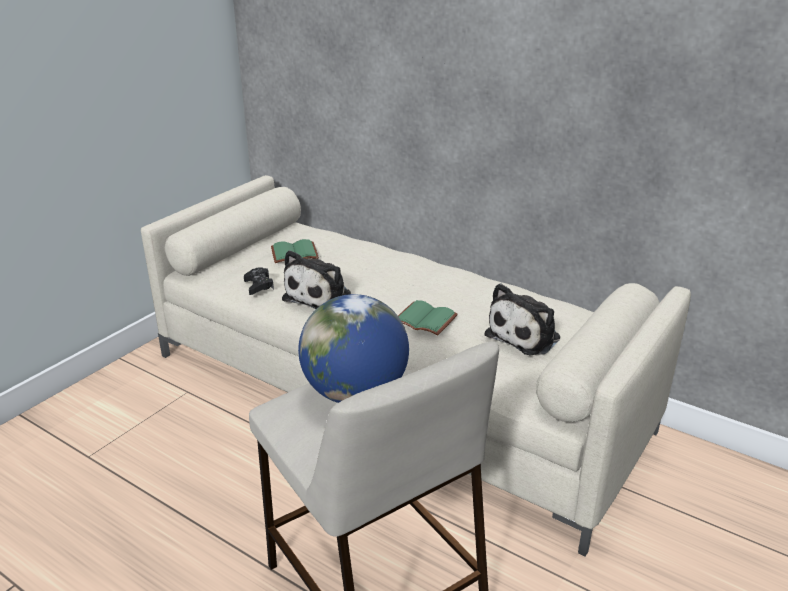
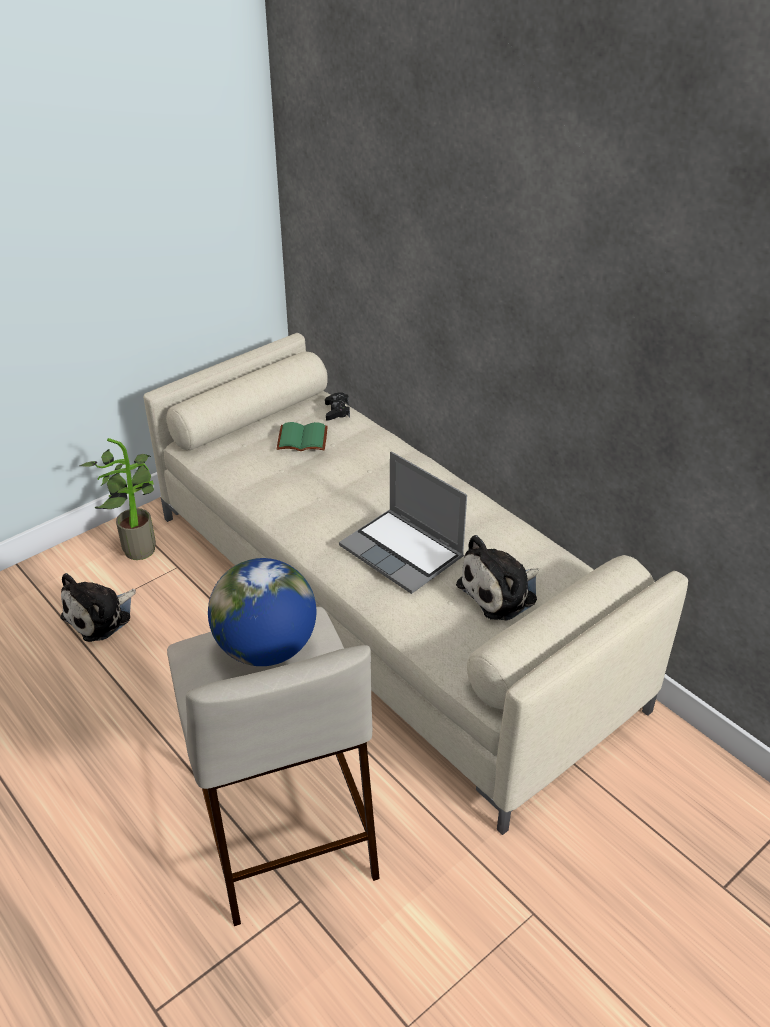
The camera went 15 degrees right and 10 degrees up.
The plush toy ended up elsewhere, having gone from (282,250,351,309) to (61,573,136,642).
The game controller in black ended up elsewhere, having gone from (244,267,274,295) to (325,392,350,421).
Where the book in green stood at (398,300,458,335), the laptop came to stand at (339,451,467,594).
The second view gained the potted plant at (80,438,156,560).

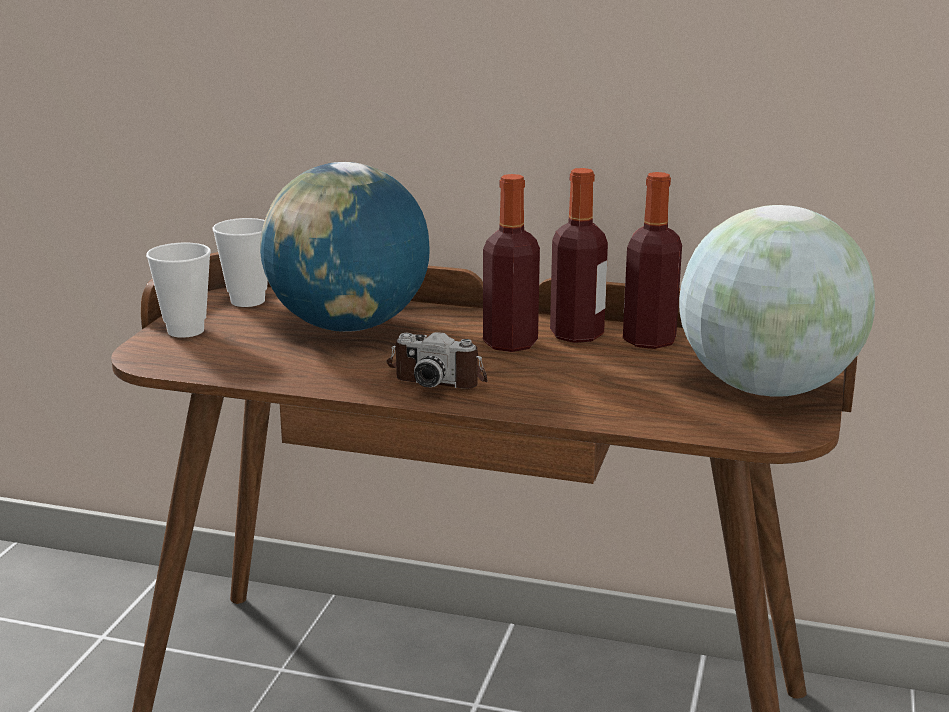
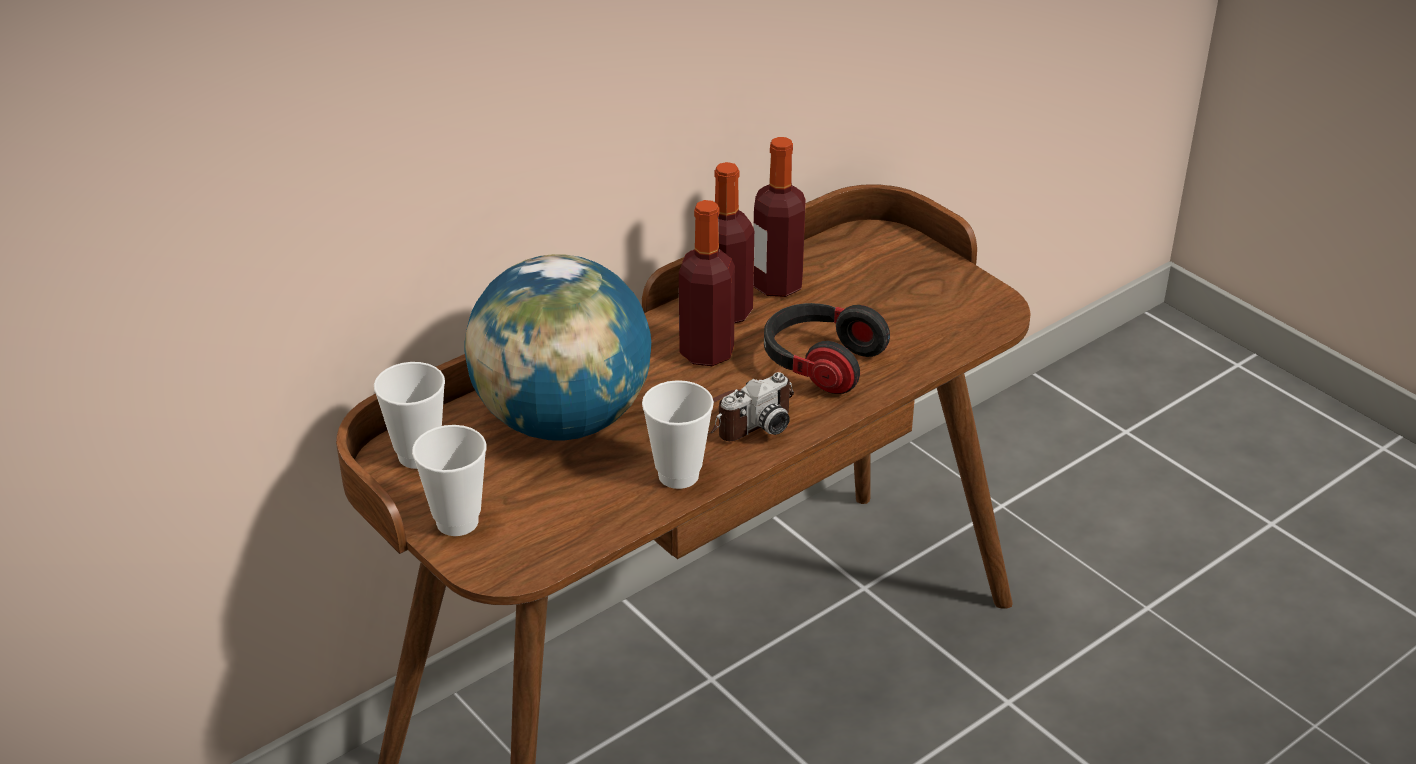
The camera went 55 degrees left and 15 degrees up.
The second view lost the globe at (679,205,875,397).
The second view gained the headphones at (764,303,890,394).
The second view gained the cup at (642,380,714,489).

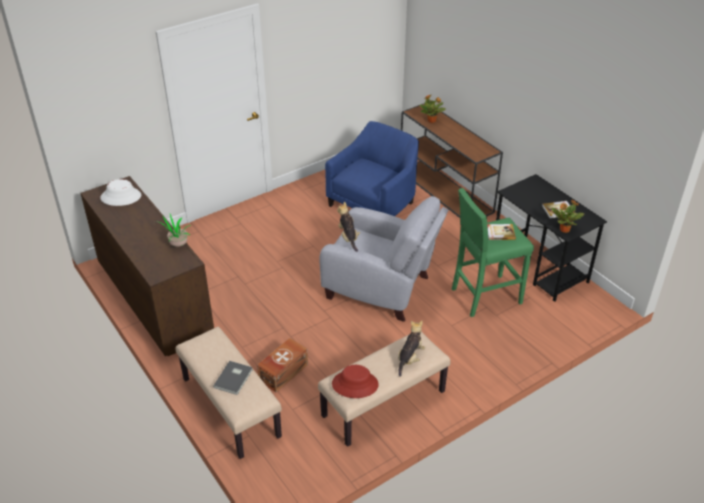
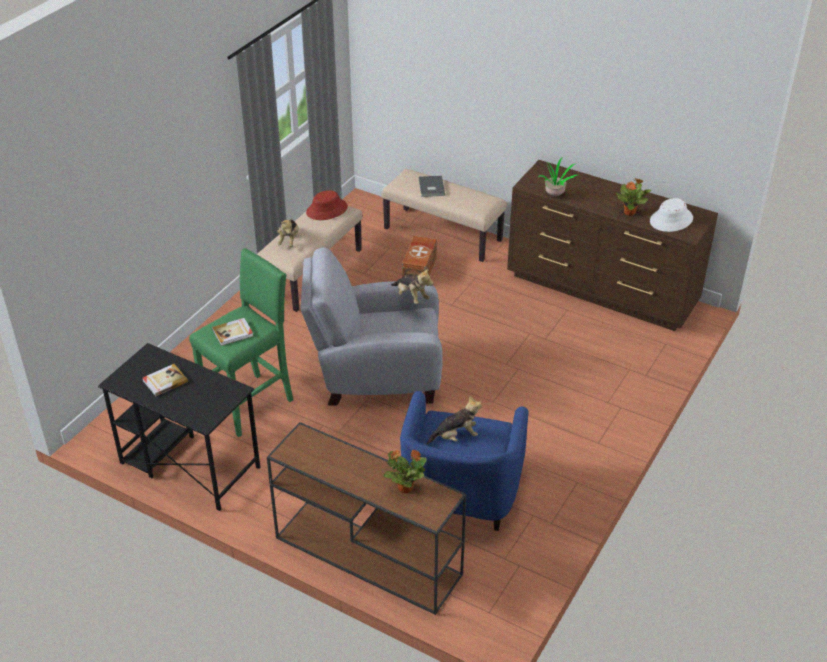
The camera went 155 degrees right and 0 degrees up.
The potted plant ended up elsewhere, having gone from (552,200,584,233) to (616,178,652,216).
The second view gained the plush toy at (426,396,482,445).

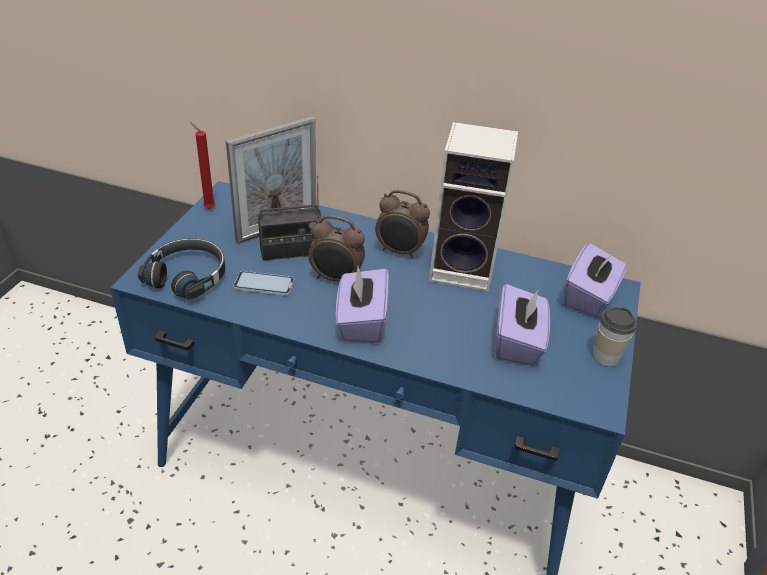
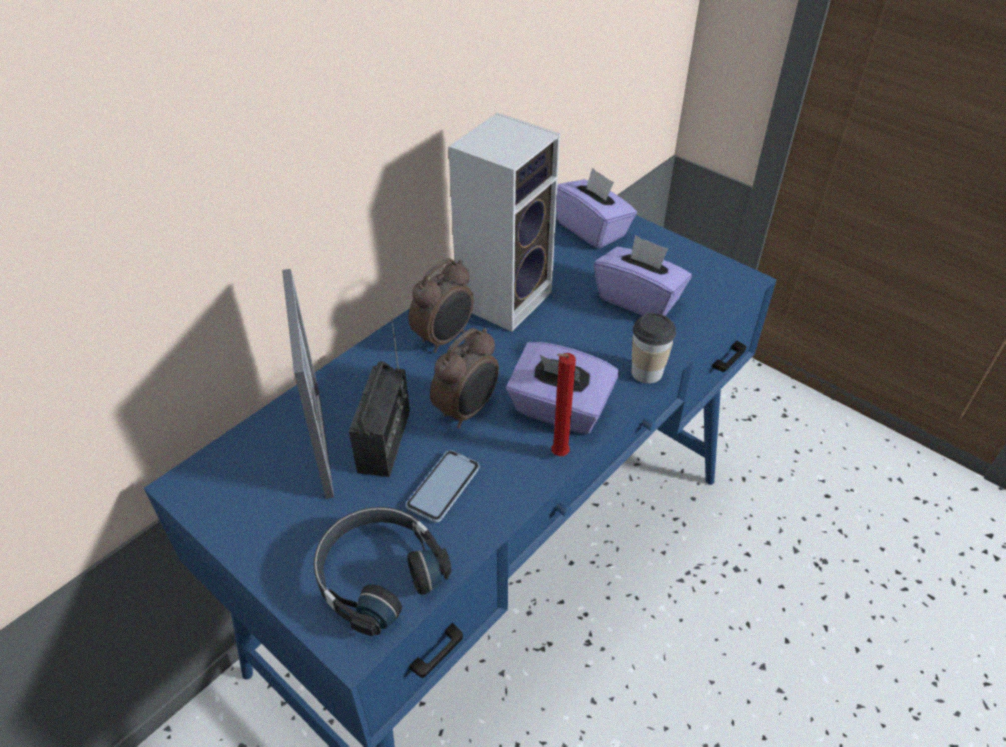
The camera went 65 degrees left and 5 degrees up.
The candle in red ended up elsewhere, having gone from (190,122,215,209) to (551,353,576,456).
The cup ended up elsewhere, having gone from (593,307,637,367) to (632,312,676,384).

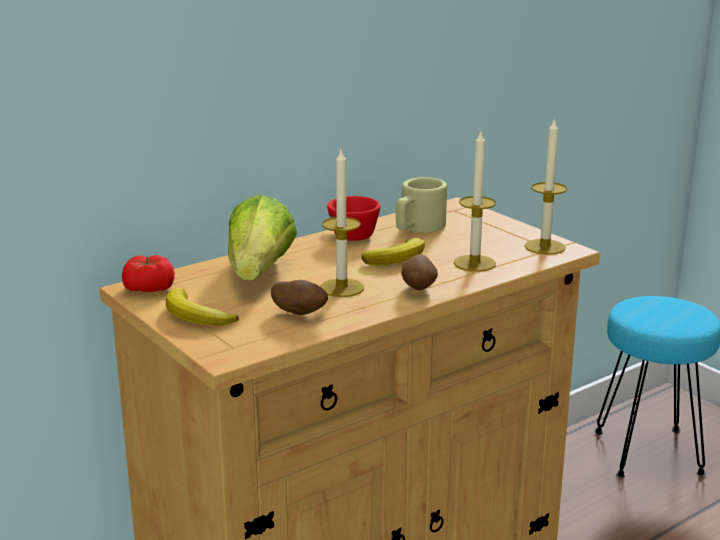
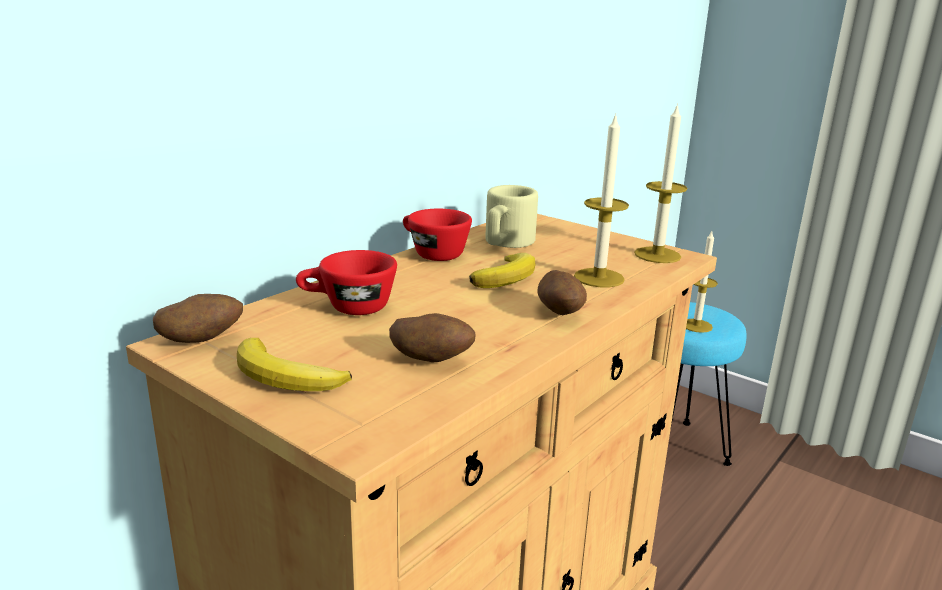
The camera went 15 degrees left and 0 degrees up.
The candle ended up elsewhere, having gone from (320,150,364,297) to (686,231,718,333).
Where the lettuce stood at (228,195,297,281), the cup in red came to stand at (296,250,397,315).
Where the tomato stood at (122,255,175,292), the potato came to stand at (153,294,243,343).

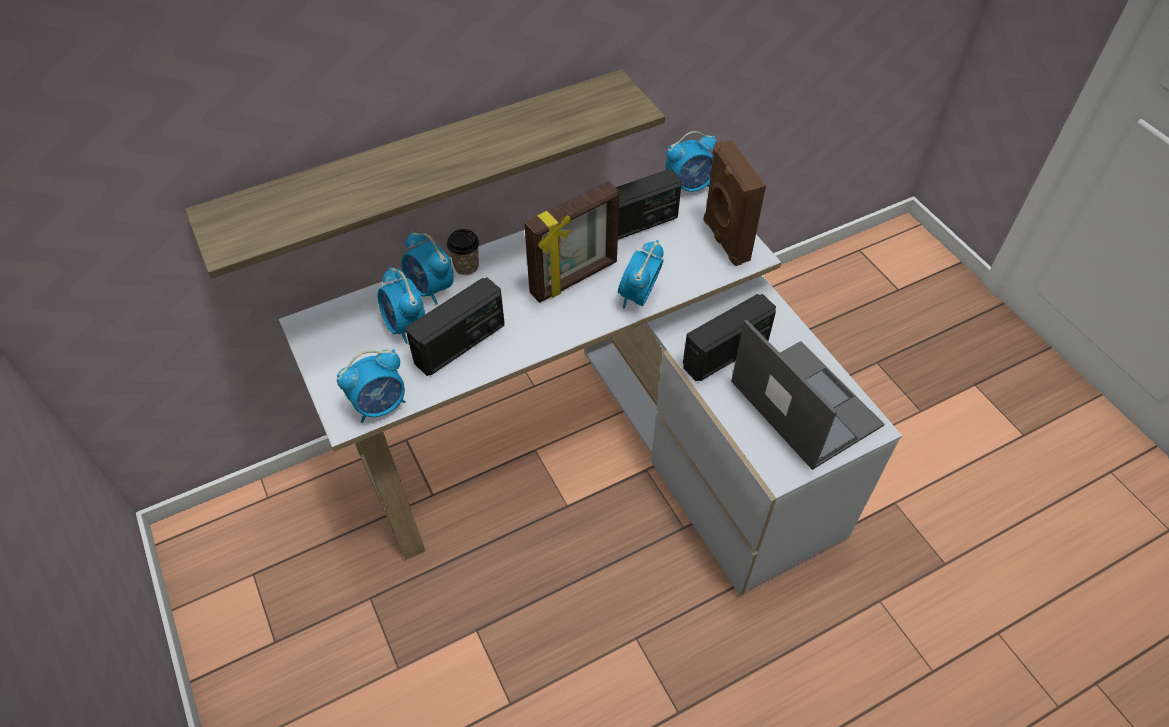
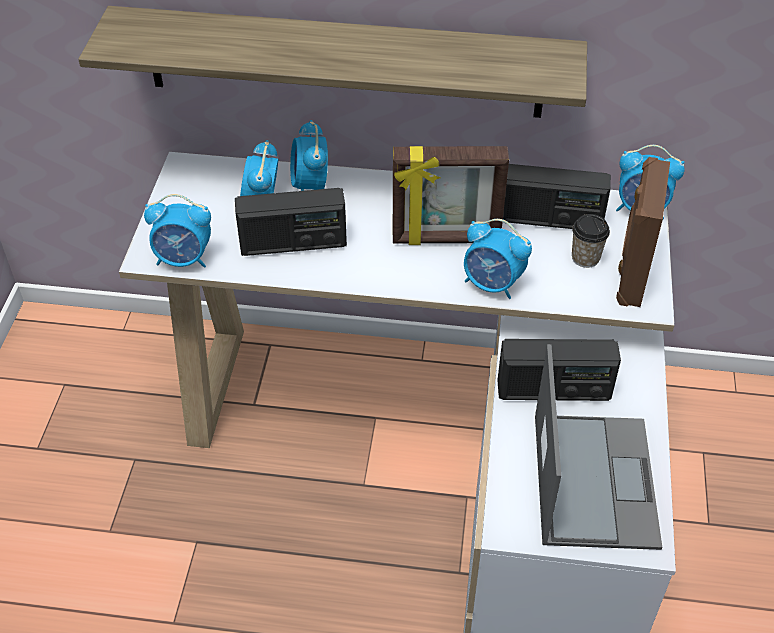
The camera went 35 degrees right and 5 degrees down.
The cup ended up elsewhere, having gone from (447,229,479,275) to (572,214,610,268).
The alarm clock at (618,240,664,309) ended up facing another way, 120 degrees counterclockwise from before.

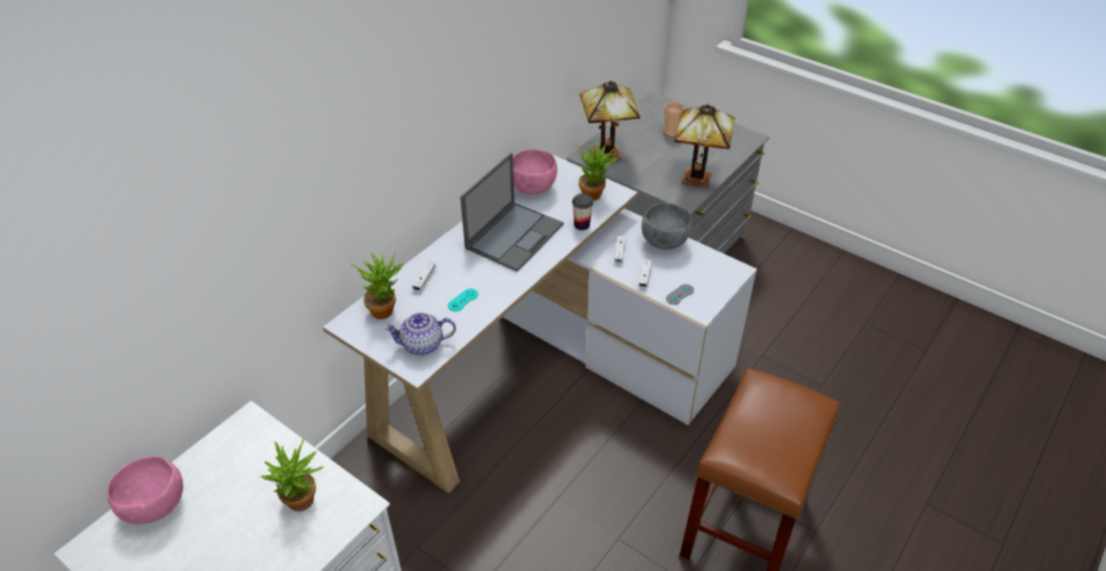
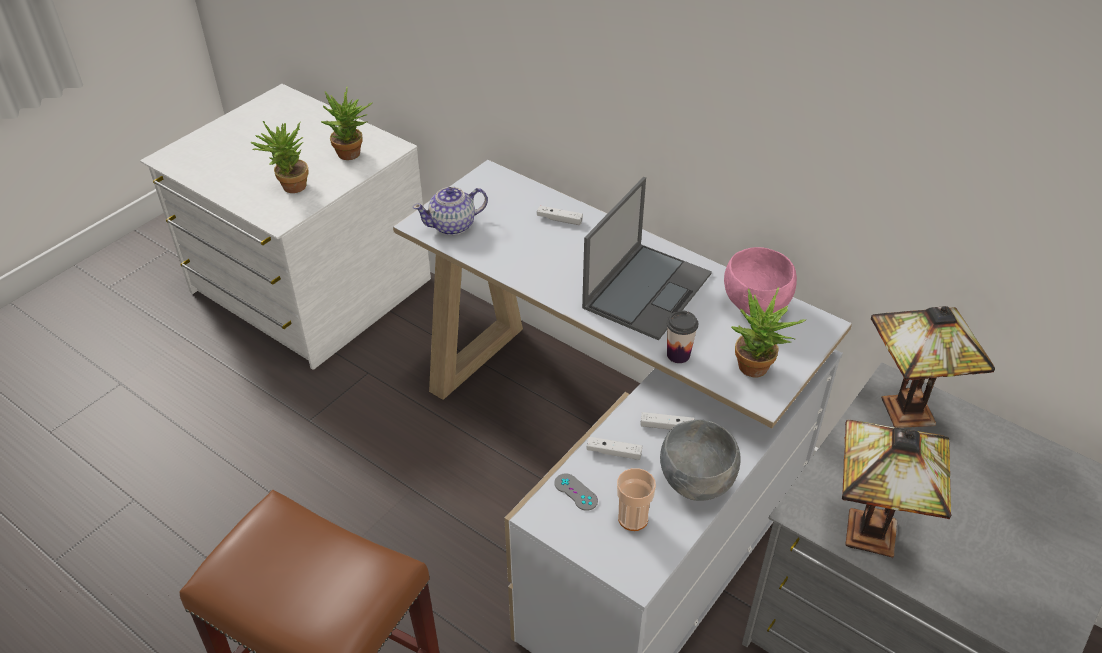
The camera went 90 degrees right and 0 degrees up.
The cup ended up elsewhere, having gone from (664,102,684,137) to (617,468,656,531).
The laptop at (460,153,564,272) ended up facing another way, 90 degrees counterclockwise from before.
The potted plant ended up elsewhere, having gone from (350,252,404,319) to (321,87,372,160).
The second view lost the game controller in turquoise at (448,289,478,311).
The teapot at (384,312,456,355) ended up facing another way, 105 degrees counterclockwise from before.
The second view lost the bowl in pink at (107,456,183,524).

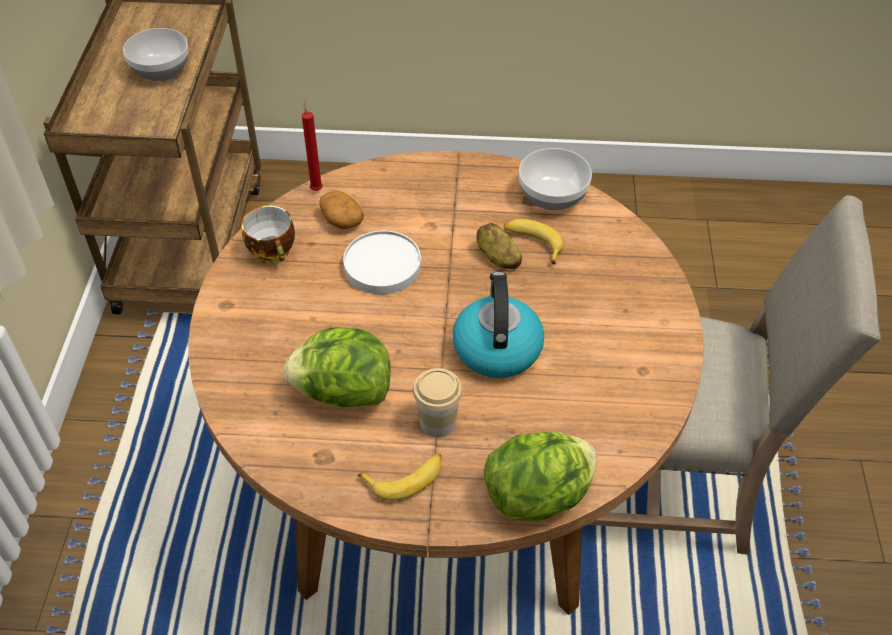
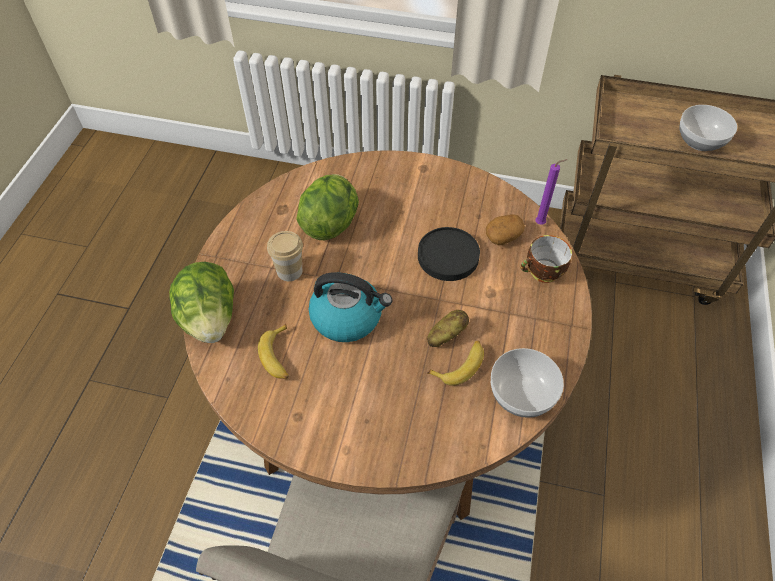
The camera went 100 degrees right and 5 degrees up.
What was the candle in red at (302,99,323,191) turned into the candle in purple at (535,159,568,225).
The cup ended up elsewhere, having gone from (241,206,295,264) to (520,235,572,283).
What was the plate in white at (343,230,421,294) turned into the plate in black at (418,227,480,281).
The banana ended up elsewhere, having gone from (358,453,442,501) to (258,324,289,379).

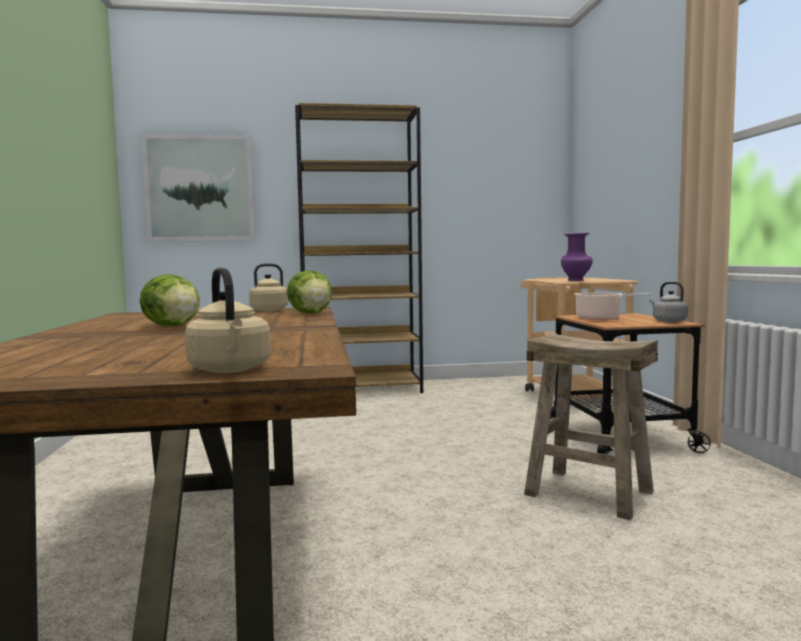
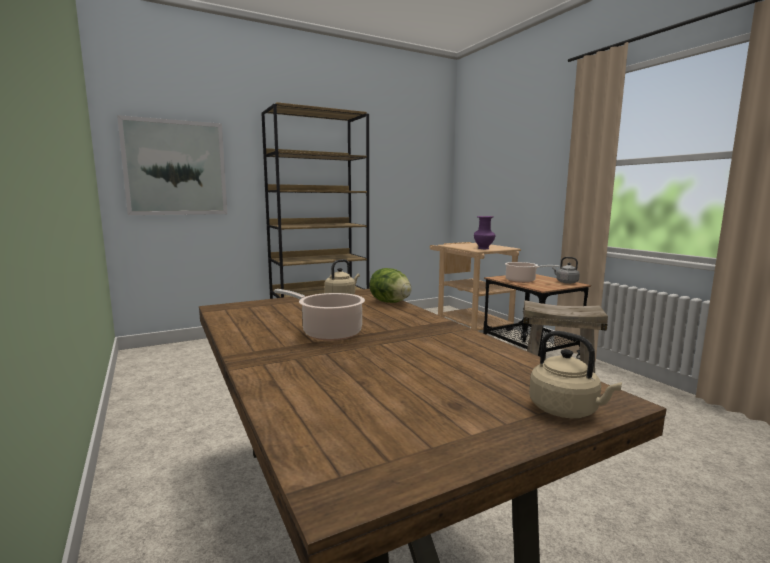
The camera went 20 degrees left and 5 degrees up.
Where the lettuce stood at (139,274,200,327), the cooking pot came to stand at (274,289,365,341).

